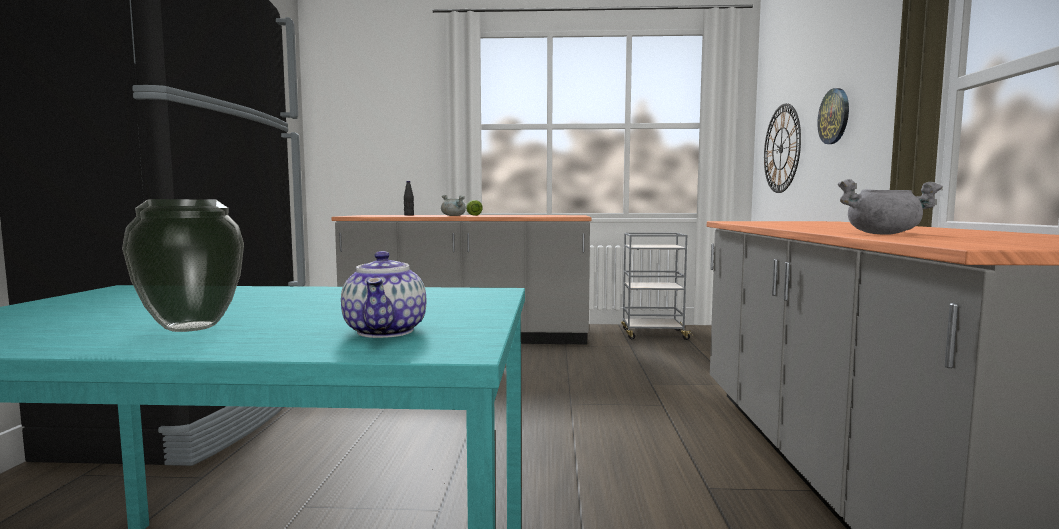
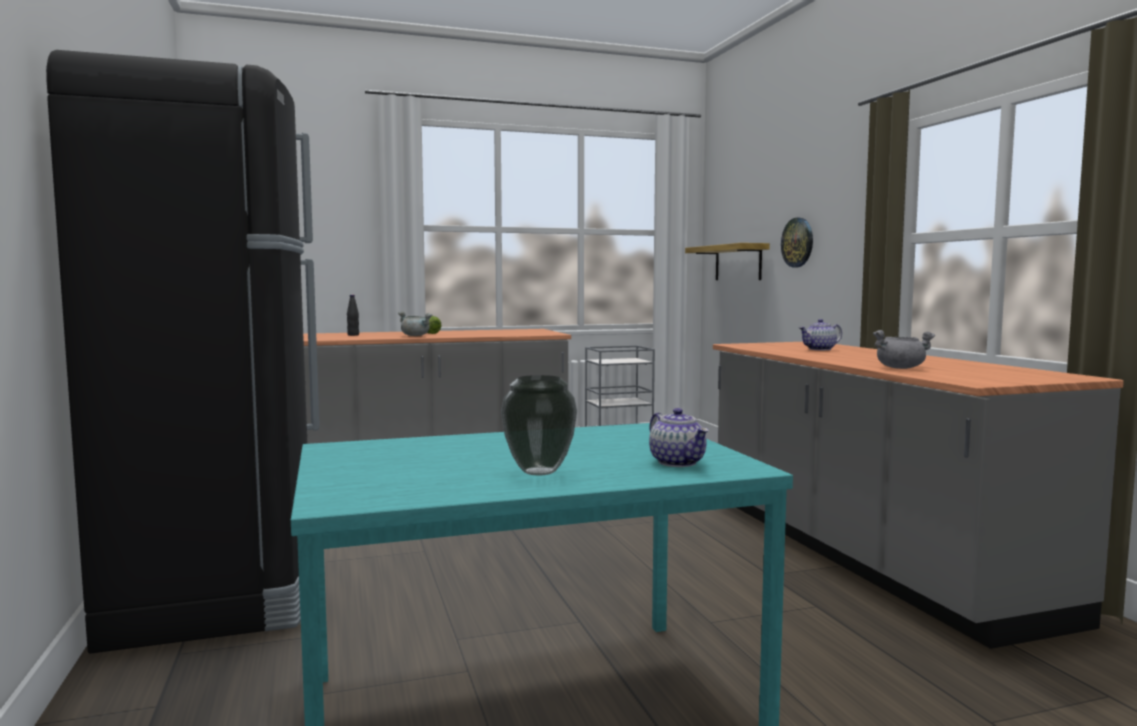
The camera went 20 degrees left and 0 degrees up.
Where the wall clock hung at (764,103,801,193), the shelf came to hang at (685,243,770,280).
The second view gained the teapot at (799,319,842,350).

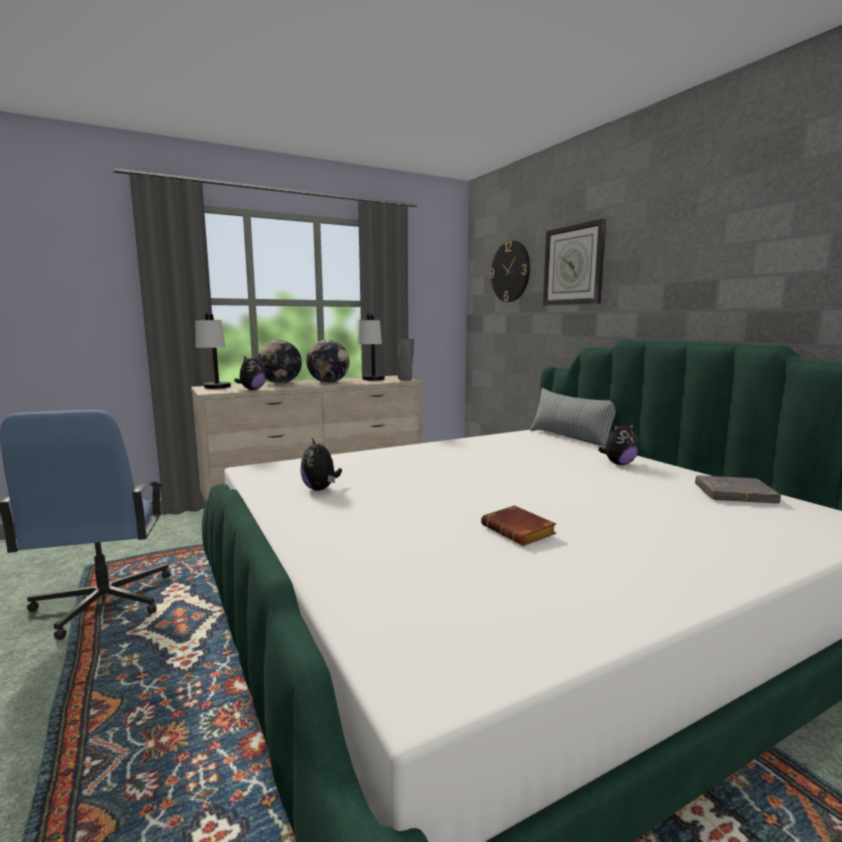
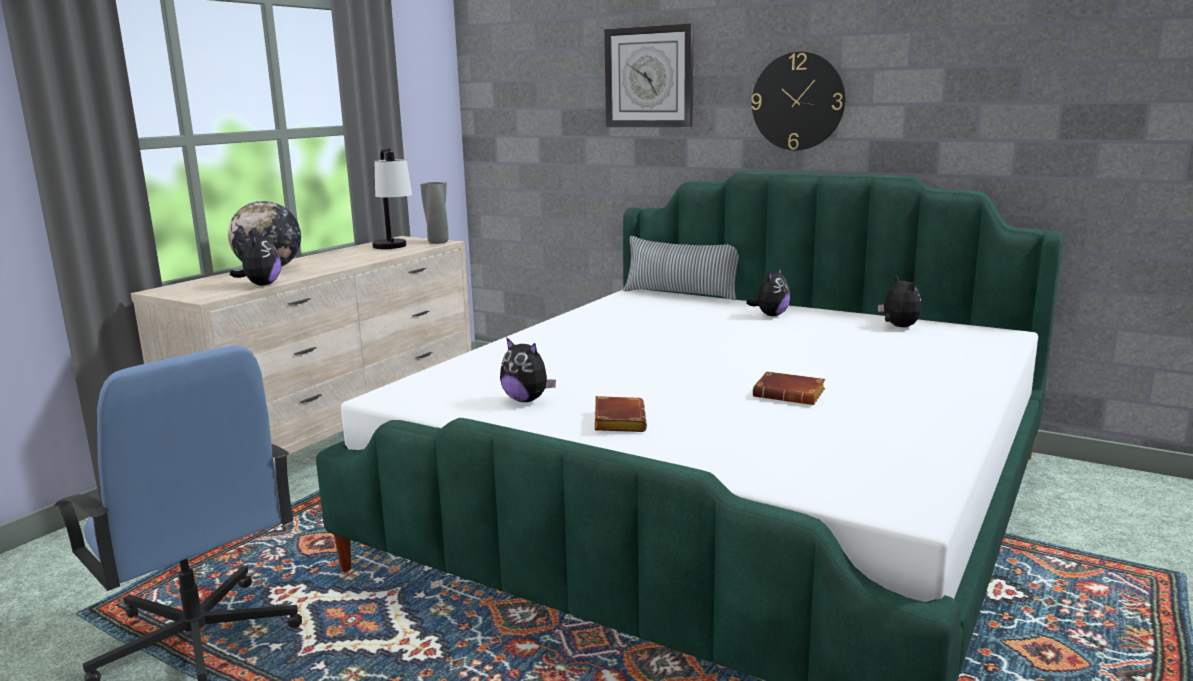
The camera went 30 degrees left and 5 degrees up.
The wall clock ended up elsewhere, having gone from (490,240,530,302) to (751,52,845,150).
The second view lost the table lamp at (195,311,231,389).
The second view lost the globe at (306,340,350,383).
Where the book in grey stood at (695,475,781,504), the plush toy came to stand at (878,275,922,327).
The second view gained the book in brown at (595,396,647,432).

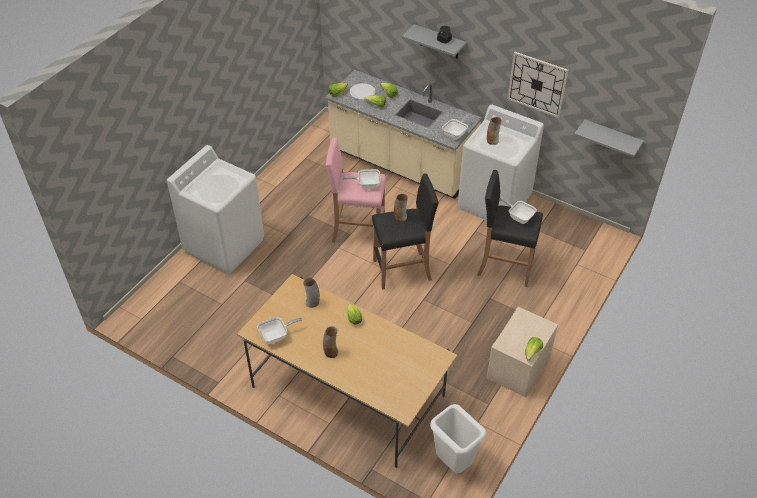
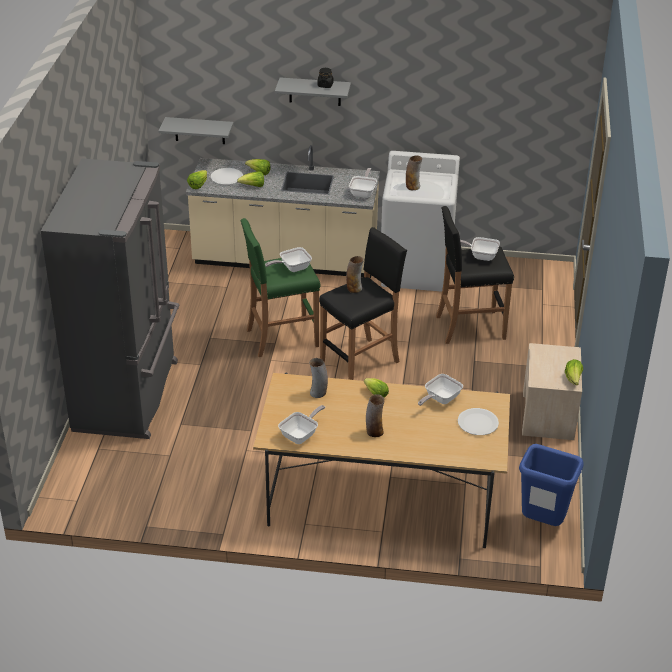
The camera went 25 degrees left and 10 degrees down.
The second view lost the wall clock at (507,52,568,118).
The shelf in grey ended up elsewhere, having gone from (574,120,644,157) to (158,117,234,144).
What was the stool in pink at (325,137,386,247) turned into the stool in green at (241,218,320,357).
Where the washing machine in white stood at (167,145,264,274), the fridge in grey came to stand at (41,158,179,439).
What was the trash can in white at (430,404,486,473) turned into the trash can in blue at (519,444,584,526).
The second view gained the frying pan at (418,374,463,406).
The second view gained the plate in white at (458,408,499,435).

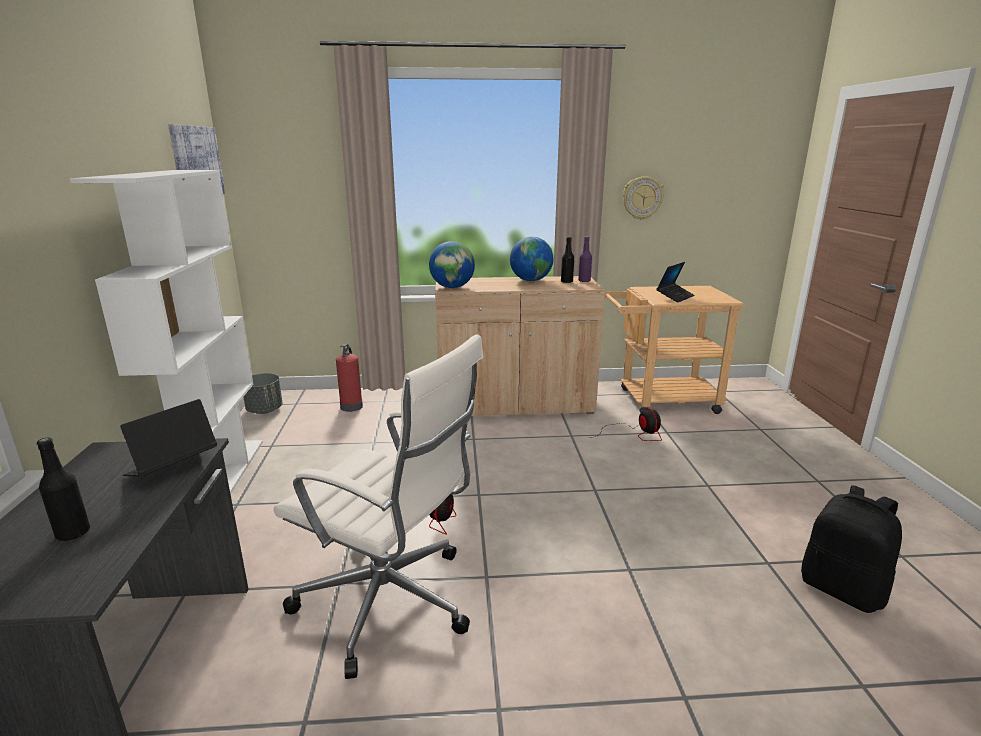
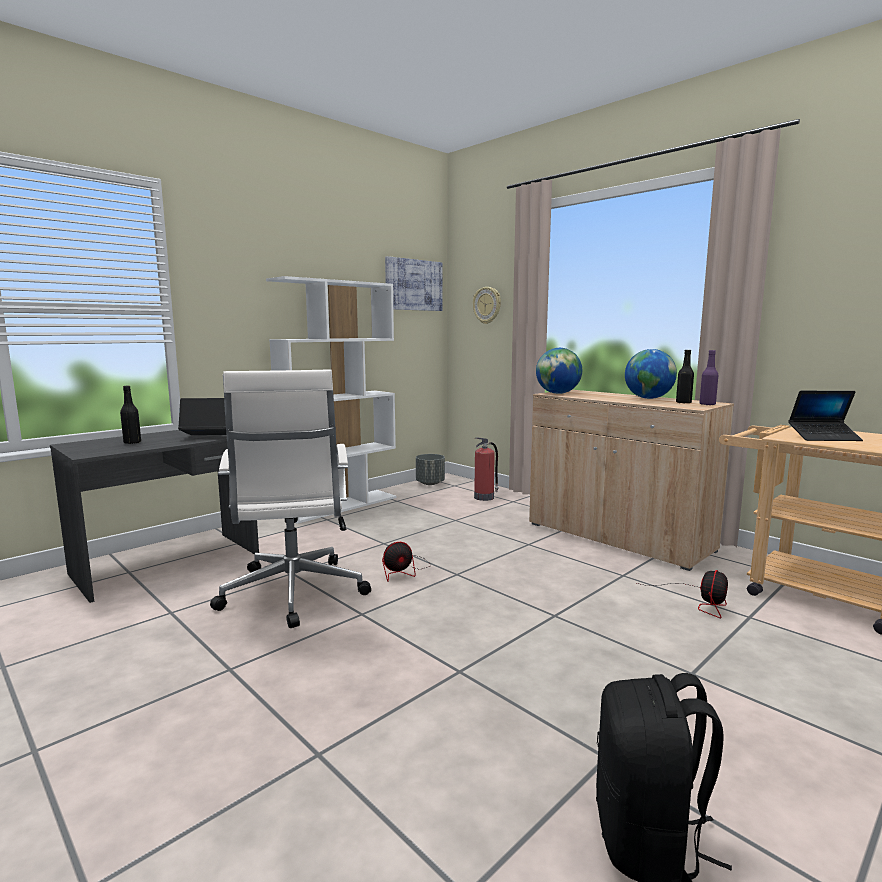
The camera went 50 degrees right and 10 degrees down.
The wall clock ended up elsewhere, having gone from (623,176,664,220) to (473,287,501,324).

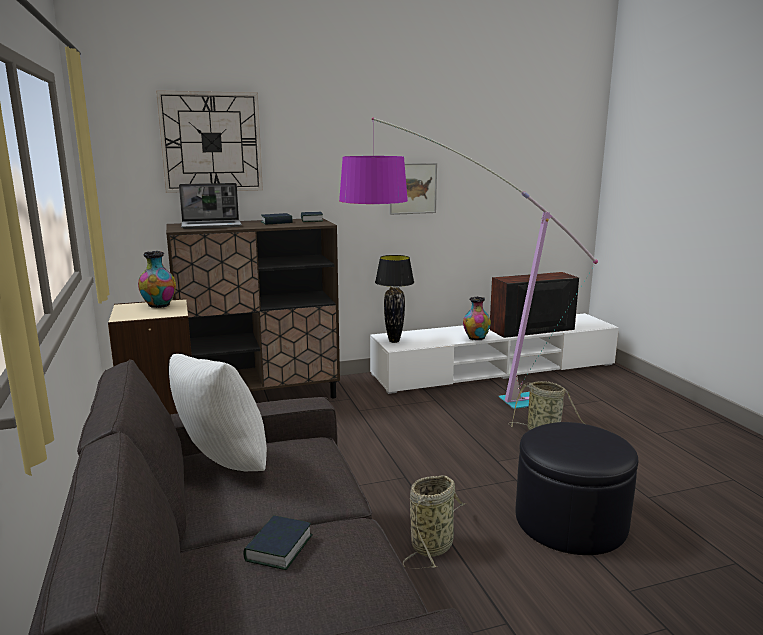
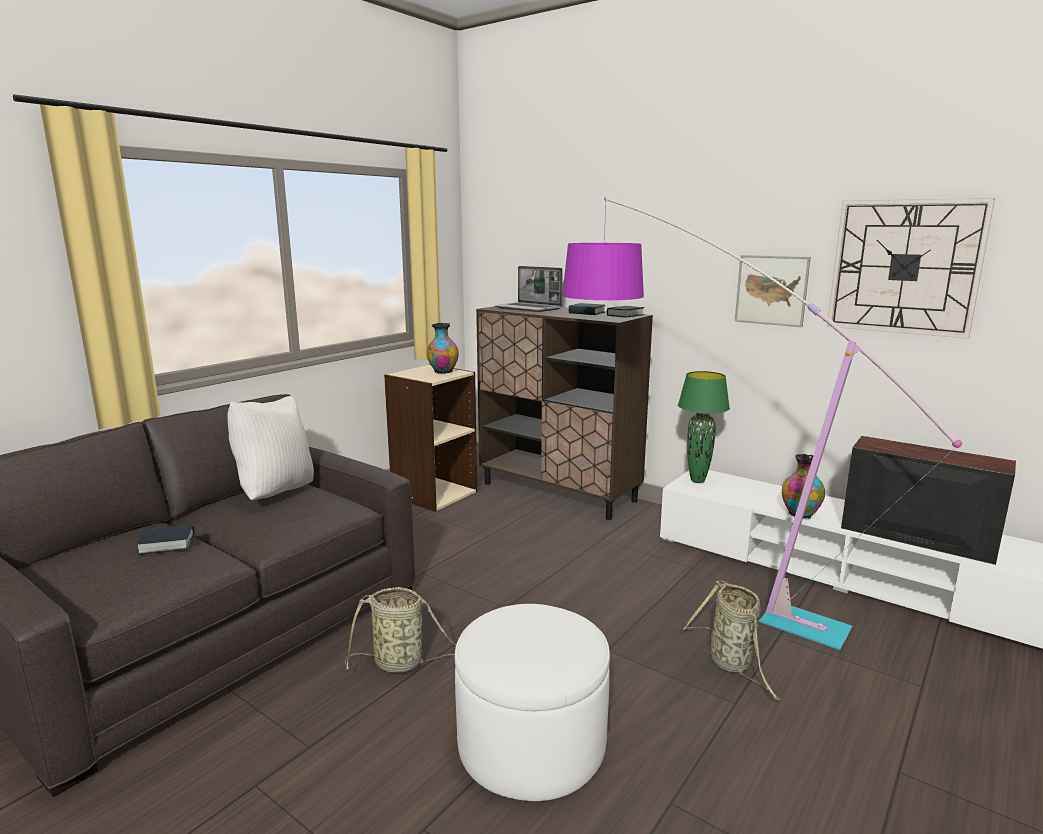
The camera went 55 degrees right and 0 degrees up.
The wall clock ended up elsewhere, having gone from (156,90,263,193) to (827,198,995,339).
What was the table lamp in black at (375,255,414,343) turned into the table lamp in green at (678,371,730,483).
What was the ottoman in black at (516,422,638,555) turned into the ottoman in white at (455,604,610,801).

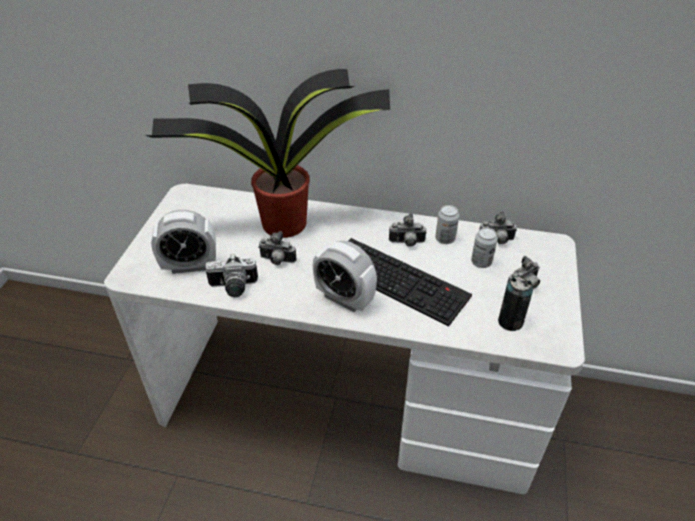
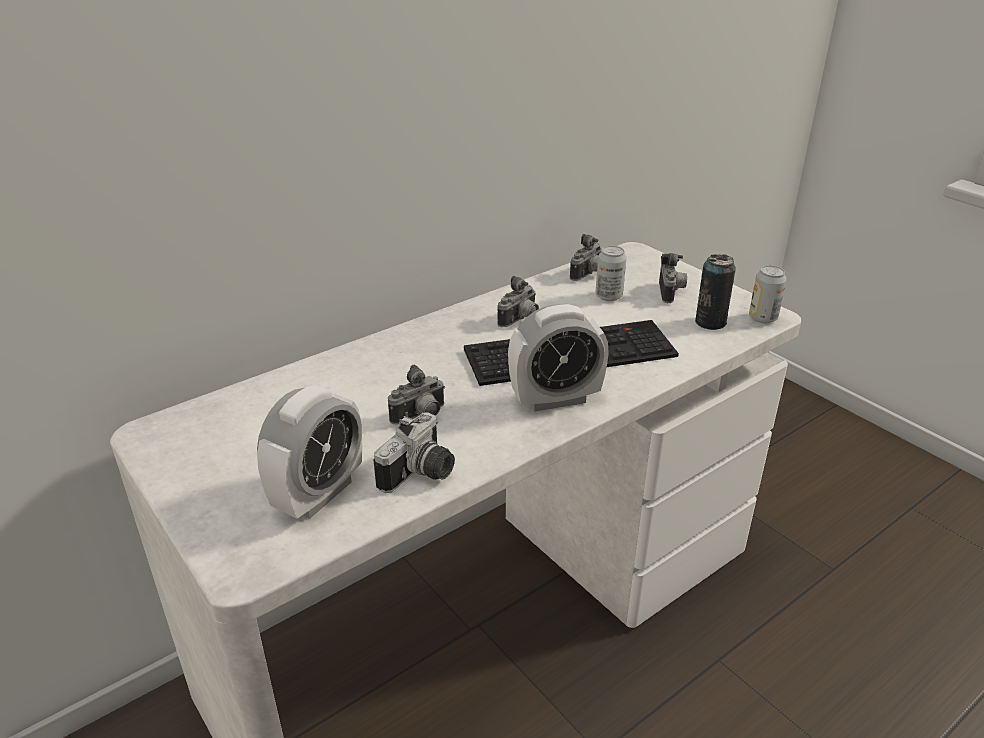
The camera went 50 degrees left and 10 degrees down.
The second view lost the potted plant at (145,69,391,238).
The can ended up elsewhere, having gone from (435,205,459,244) to (749,265,787,323).

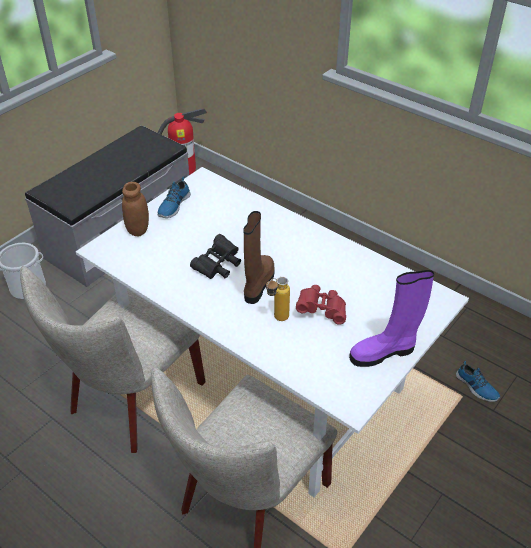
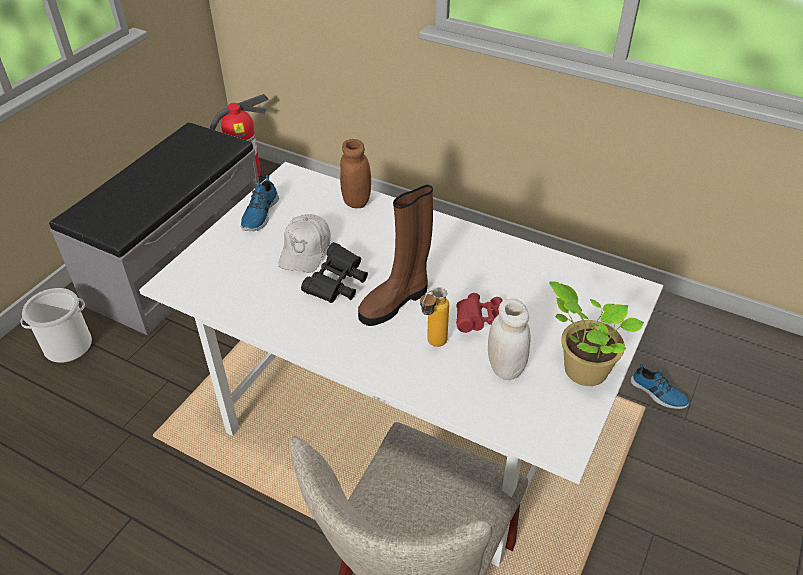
The camera went 10 degrees left and 0 degrees up.
The jar in brown ended up elsewhere, having gone from (122,182,149,236) to (340,139,371,208).
The boot in brown at (243,211,275,304) ended up facing another way, 135 degrees counterclockwise from before.
The second view lost the chair in beige at (20,266,206,453).
Where the boot in purple stood at (349,270,434,367), the potted plant came to stand at (549,281,644,386).
The second view gained the cap in white at (278,214,331,273).
The second view gained the jar in white at (488,299,530,380).

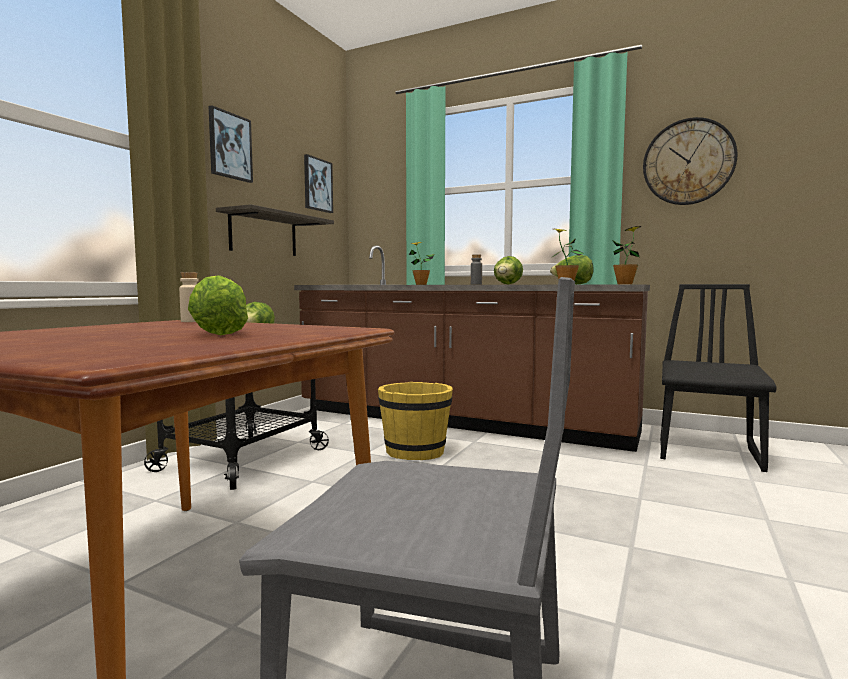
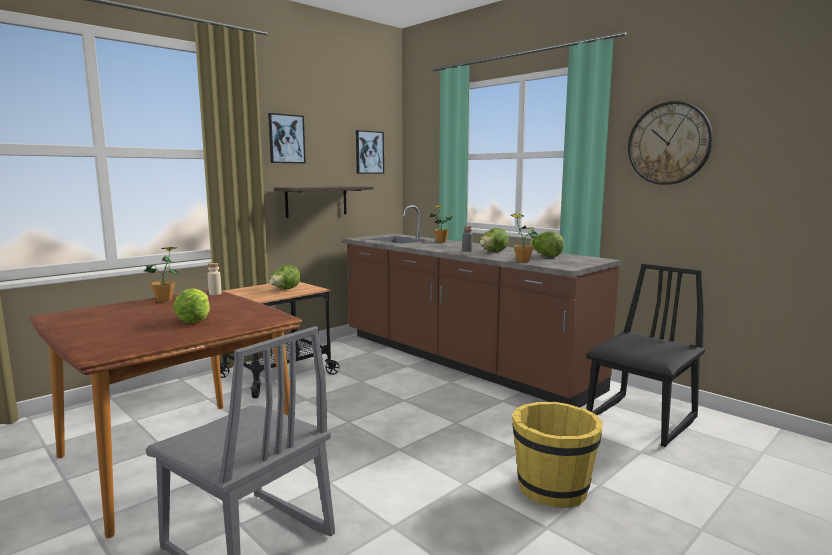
The camera went 20 degrees right and 5 degrees up.
The potted plant ended up elsewhere, having gone from (612,226,641,284) to (144,247,178,302).
The bucket in yellow ended up elsewhere, having gone from (378,382,453,460) to (512,402,603,508).

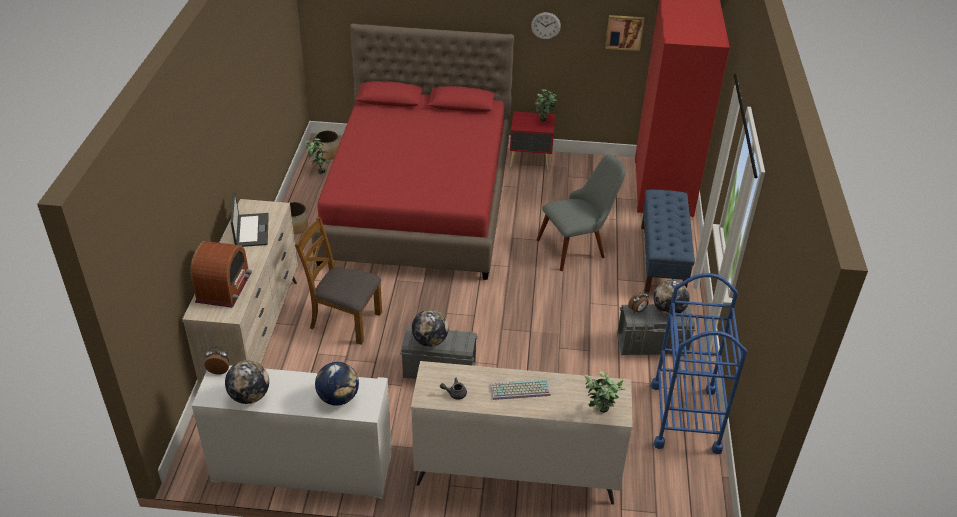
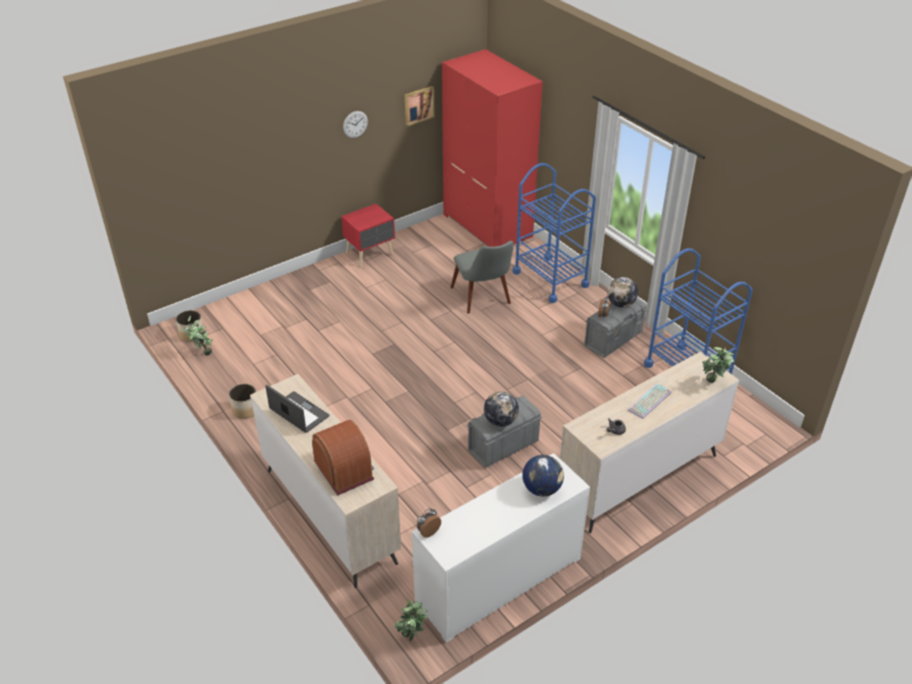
The camera went 40 degrees left and 0 degrees up.
The second view lost the bed in red at (312,23,514,280).
The potted plant ended up elsewhere, having gone from (534,89,557,121) to (394,599,428,641).
The chair in grey at (537,154,625,271) ended up facing another way, 135 degrees clockwise from before.
Where the bench in blue stood at (641,190,695,294), the cart in blue came to stand at (513,163,596,303).
The second view lost the chair in brown at (295,217,382,345).
The second view lost the globe at (225,360,269,404).

